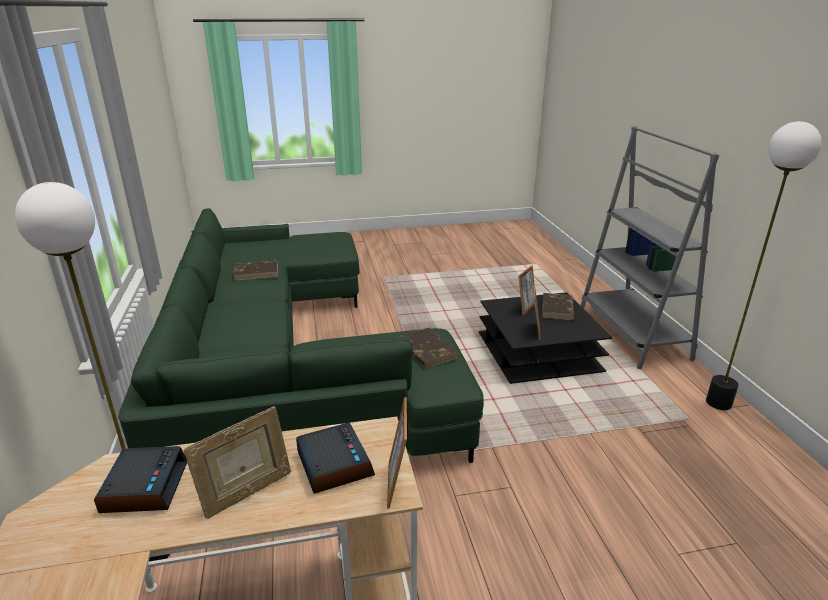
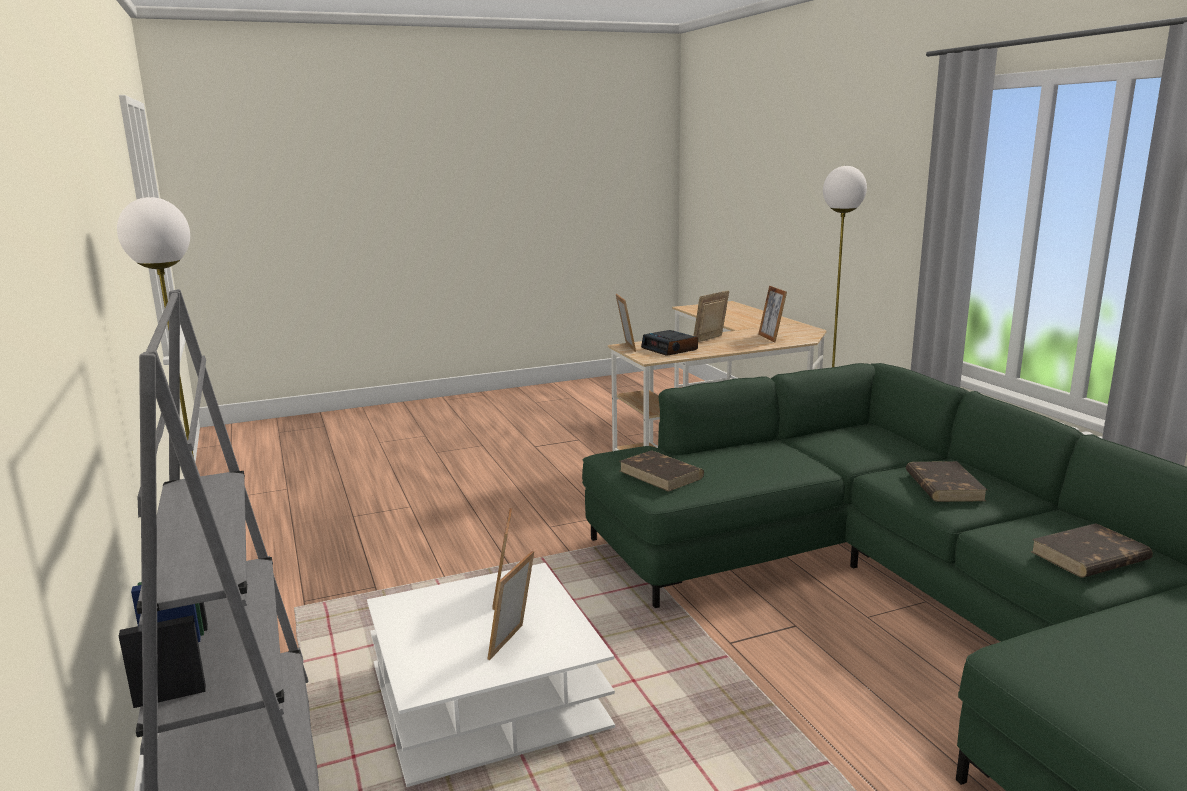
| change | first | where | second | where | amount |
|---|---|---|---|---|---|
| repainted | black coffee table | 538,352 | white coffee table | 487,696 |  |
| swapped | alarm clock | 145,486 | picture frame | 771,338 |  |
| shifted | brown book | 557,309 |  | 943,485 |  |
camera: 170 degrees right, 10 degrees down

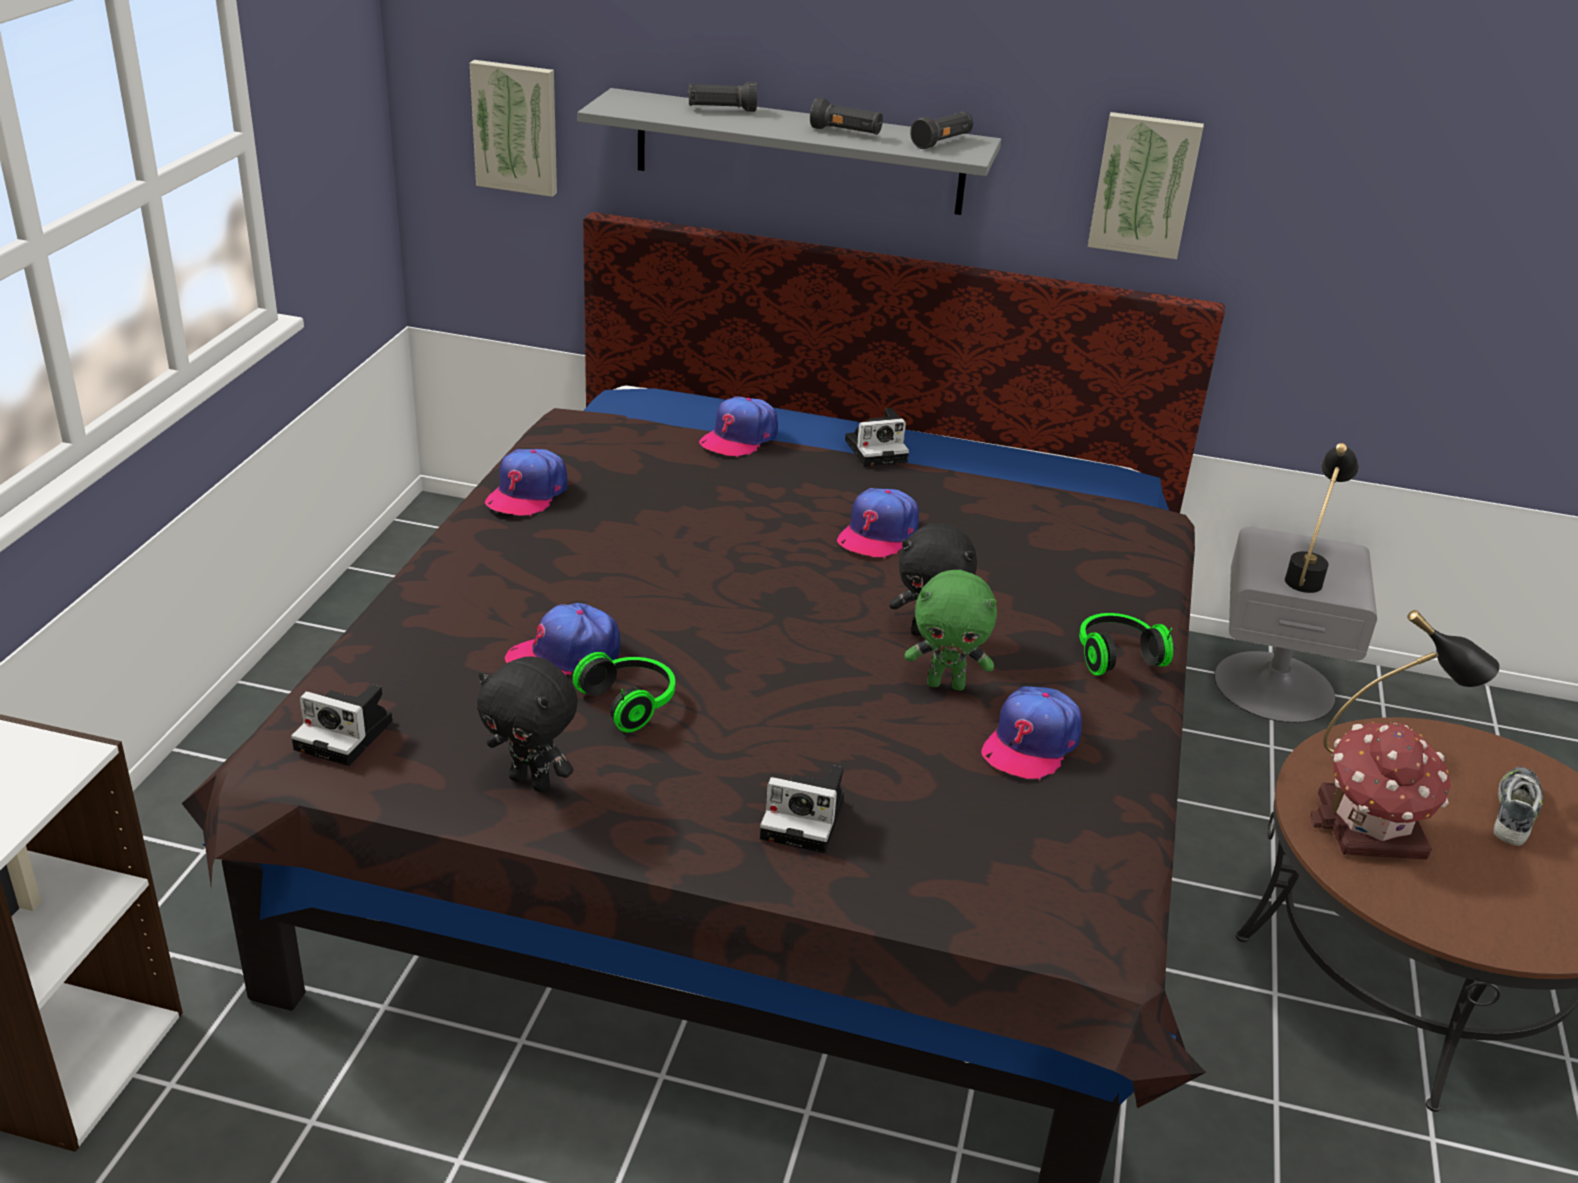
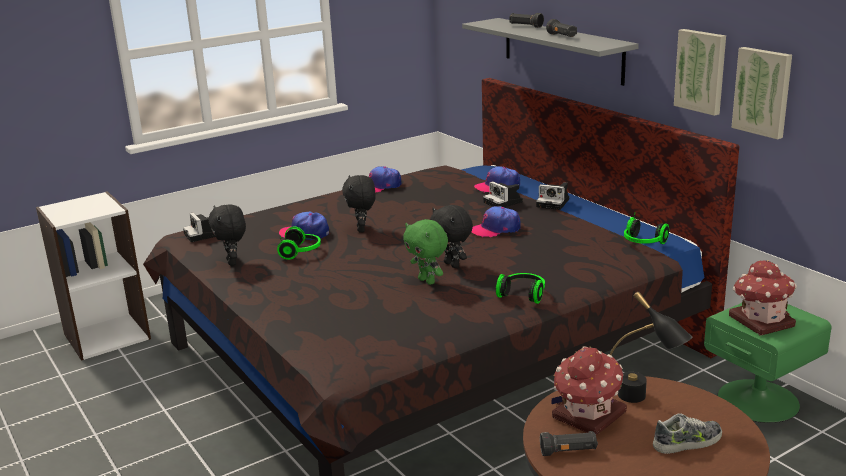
| change | first | where | second | where | amount |
|---|---|---|---|---|---|
| new |  |  | black plush toy | 362,229 |  |
| shifted | photo camera | 806,819 |  | 504,202 |  |
| shifted | black flashlight | 942,142 |  | 568,451 |  |
| new |  |  | headphones | 643,243 |  |
| repainted | grey nightstand | 1274,685 | green nightstand | 759,400 |  |
| swapped | black table lamp | 1307,574 | toy house | 760,321 |  |
| shifted | picture | 516,127 |  | 763,92 |  |
| gone | cap | 1030,744 |  |  |  |
camera: 45 degrees right, 10 degrees down

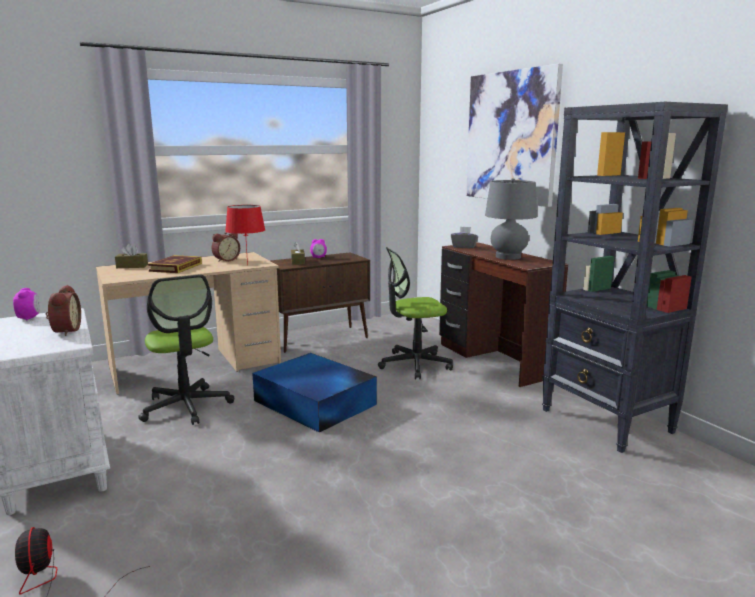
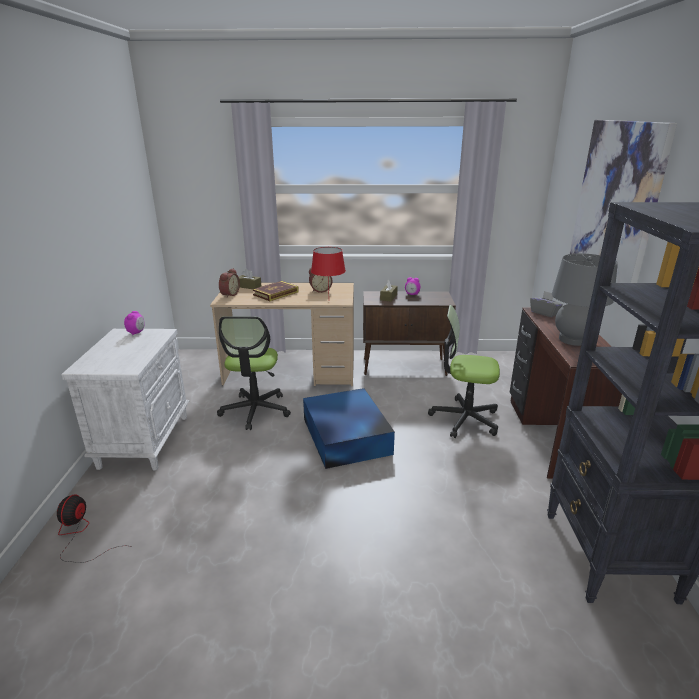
| change | first | where | second | where | amount |
|---|---|---|---|---|---|
| shifted | alarm clock | 65,331 |  | 229,294 |  |
camera: 30 degrees right, 10 degrees up

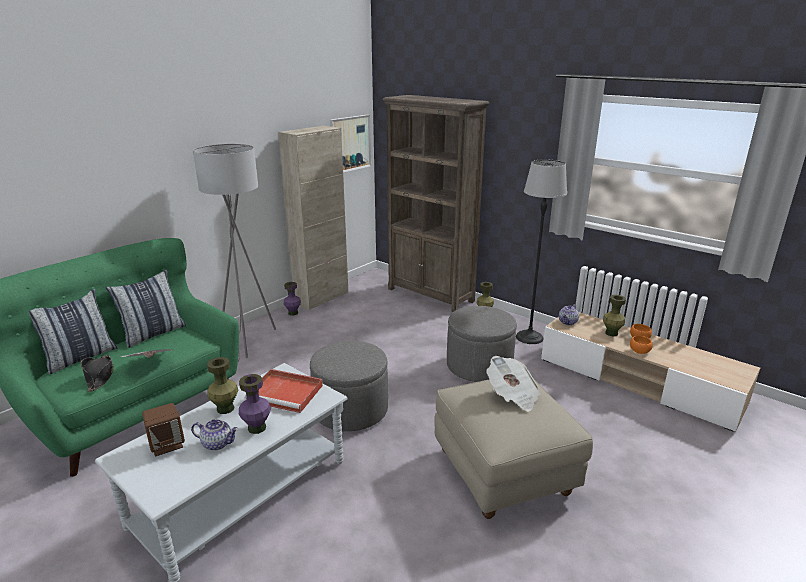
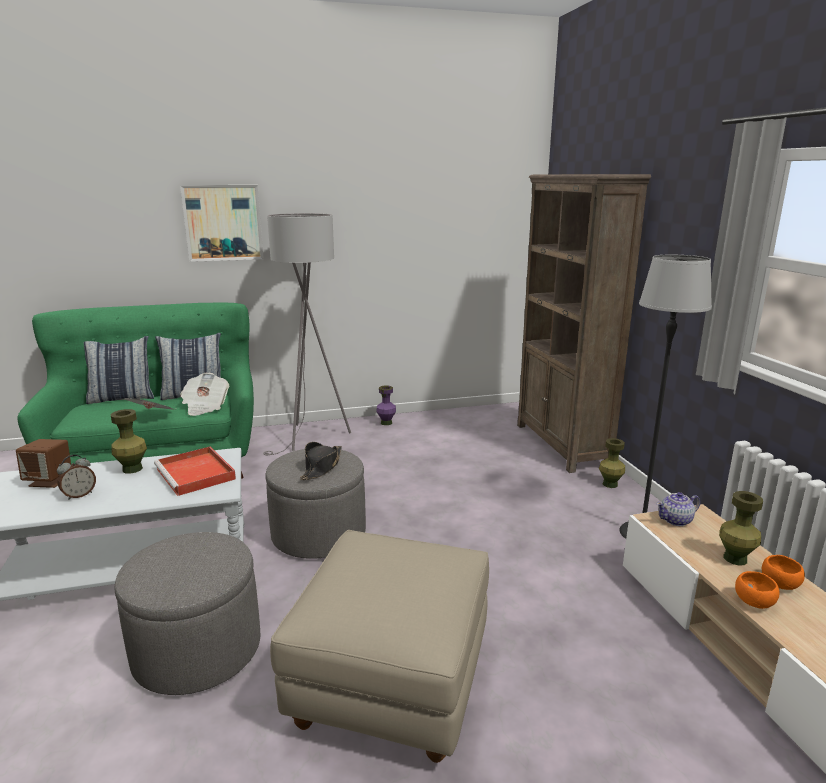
| change | first | where | second | where | amount |
|---|---|---|---|---|---|
| swapped | teapot | 218,443 | alarm clock | 79,495 |  |
| shifted | grey ottoman | 479,366 |  | 197,650 |  |
| shifted | picture | 350,143 |  | 223,223 |  |
| shifted | newspaper | 512,395 |  | 205,406 |  |
| shifted | black hat | 99,376 |  | 321,467 |  |
| gone | purple vase | 256,428 |  |  |  |
| gone | beige cabinet | 321,298 |  |  |  |
camera: 35 degrees right, 5 degrees down

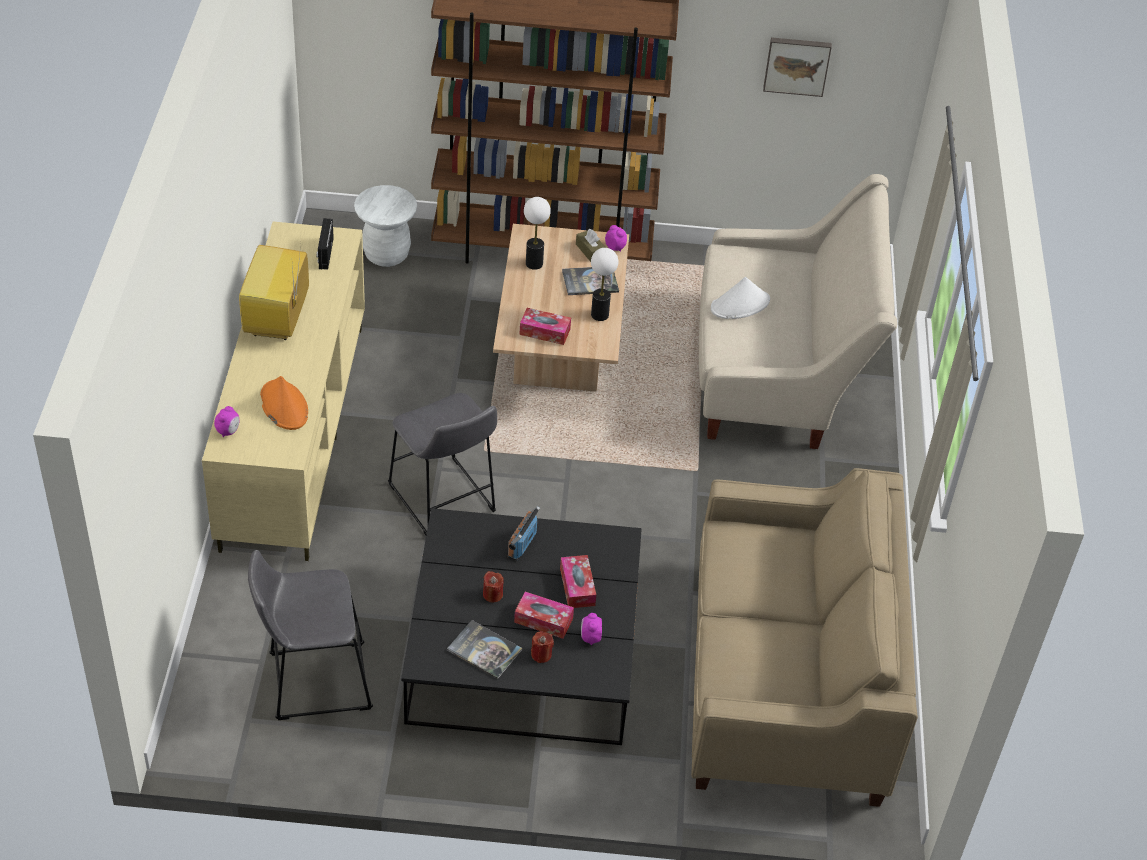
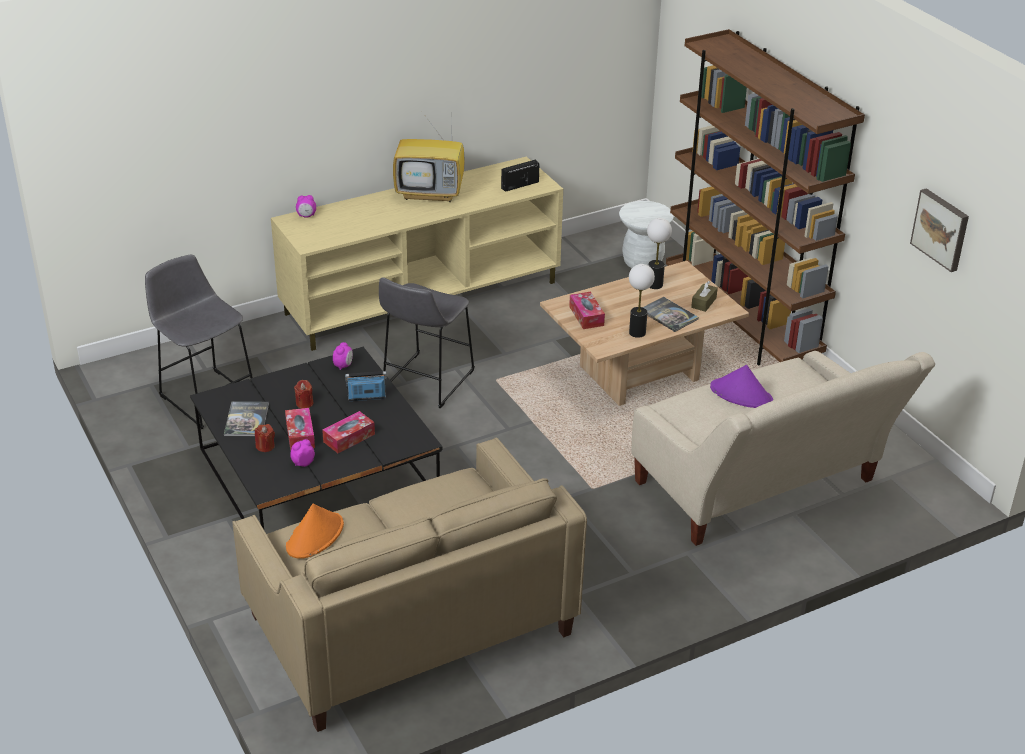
| change | first | where | second | where | amount |
|---|---|---|---|---|---|
| shifted | orange hat | 284,406 |  | 315,536 |  |
| shifted | alarm clock | 615,247 |  | 343,366 |  |
| rotated | television | 278,321 |  | 431,194 | 150 degrees counterclockwise |
| repainted | white hat | 740,305 | purple hat | 741,394 |  |
camera: 60 degrees right, 10 degrees down

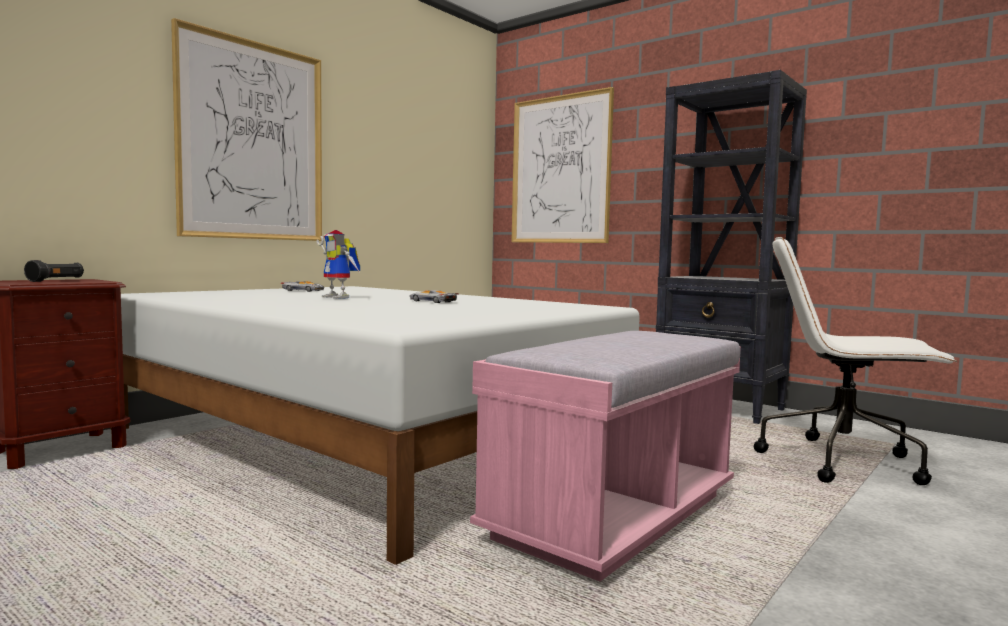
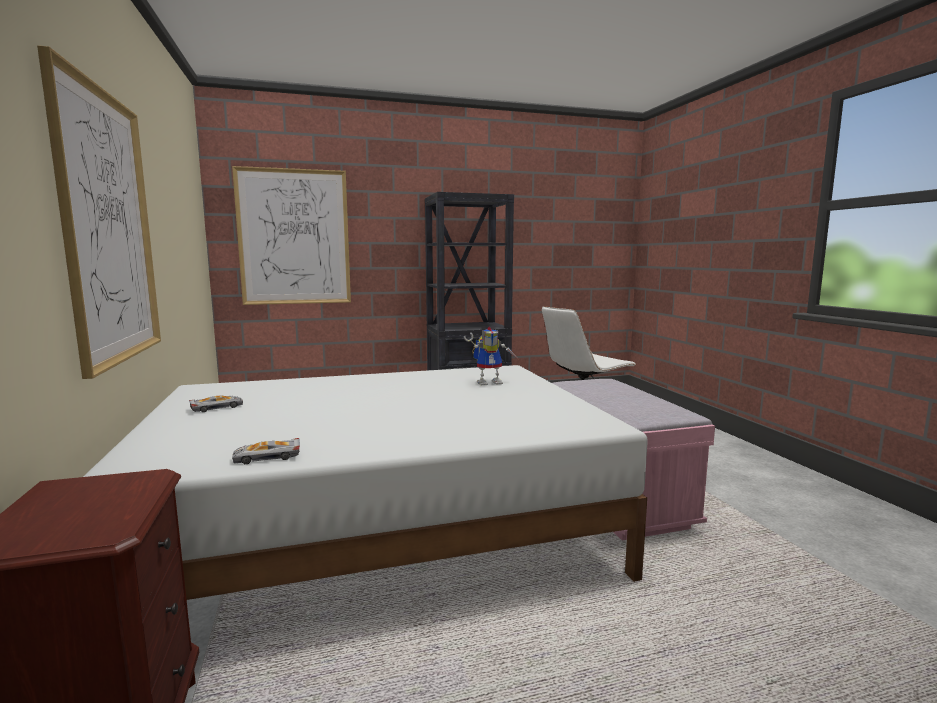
| change | first | where | second | where | amount |
|---|---|---|---|---|---|
| shifted | toy car | 432,301 |  | 267,457 |  |
| shifted | toy robot | 341,297 |  | 490,382 |  |
| gone | black flashlight | 56,281 |  |  |  |
camera: 55 degrees left, 5 degrees up

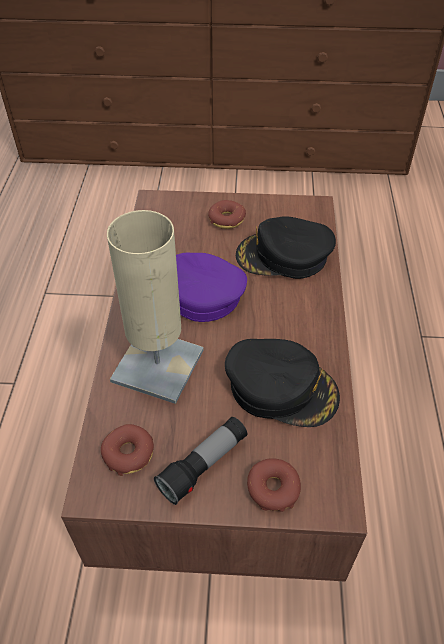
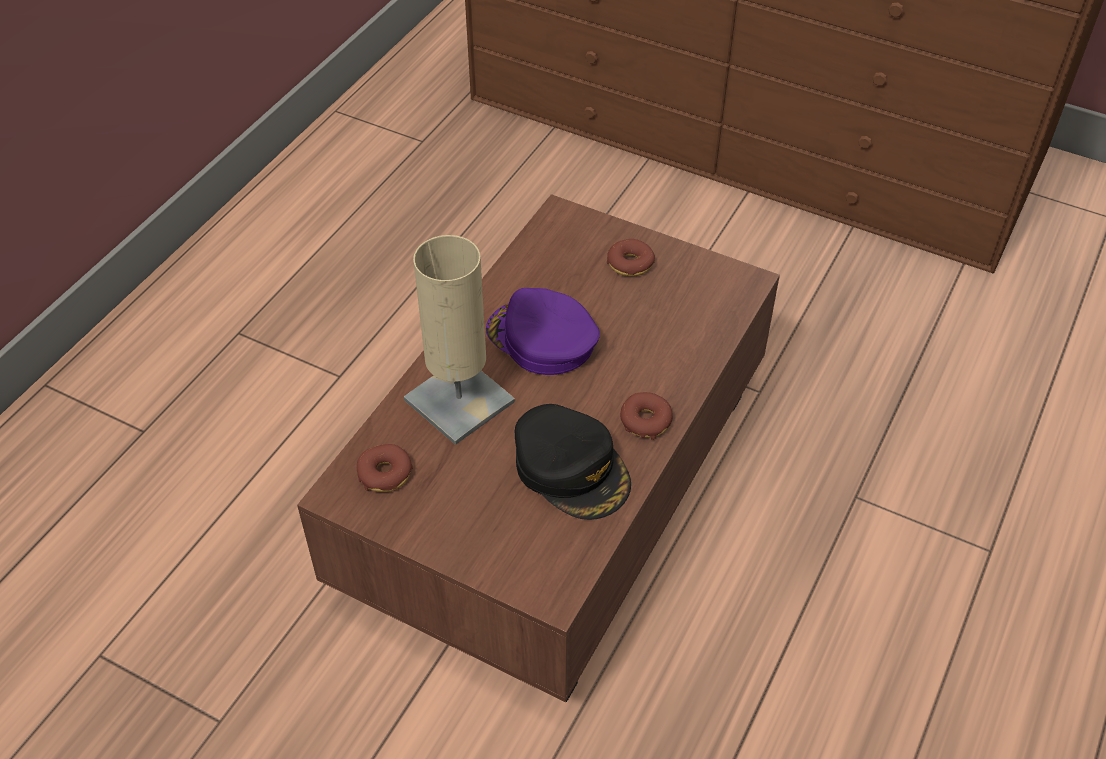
| change | first | where | second | where | amount |
|---|---|---|---|---|---|
| shifted | donut | 273,488 |  | 645,421 |  |
| gone | flashlight | 203,465 |  |  |  |
| gone | black cap | 284,256 |  |  |  |
camera: 25 degrees right, 0 degrees up

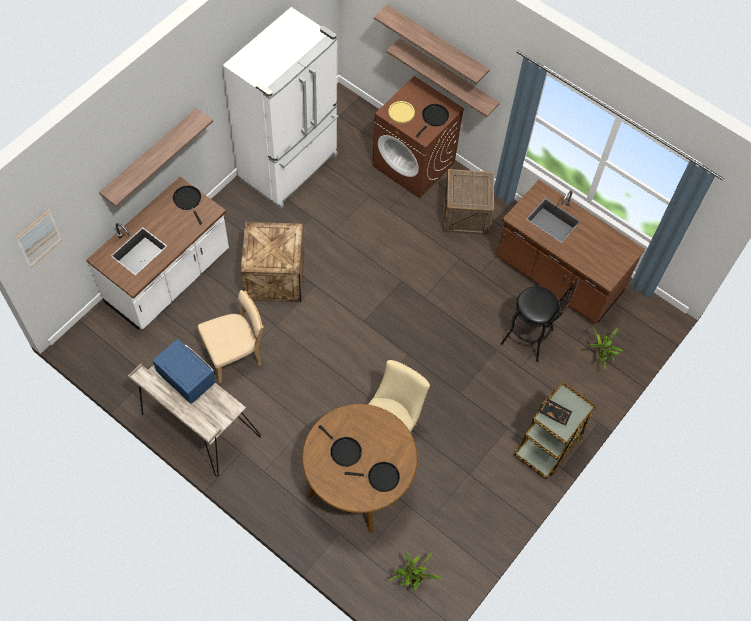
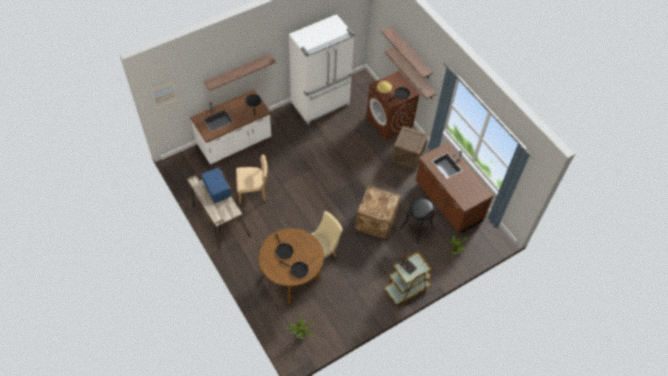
| change | first | where | second | where | amount |
|---|---|---|---|---|---|
| shifted | crate | 275,275 |  | 376,221 |  |
camera: 20 degrees right, 5 degrees down

